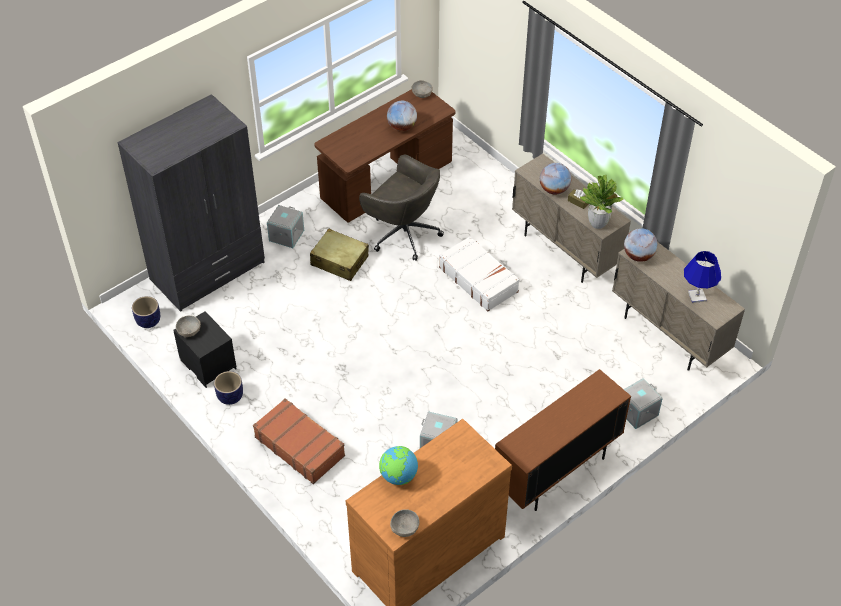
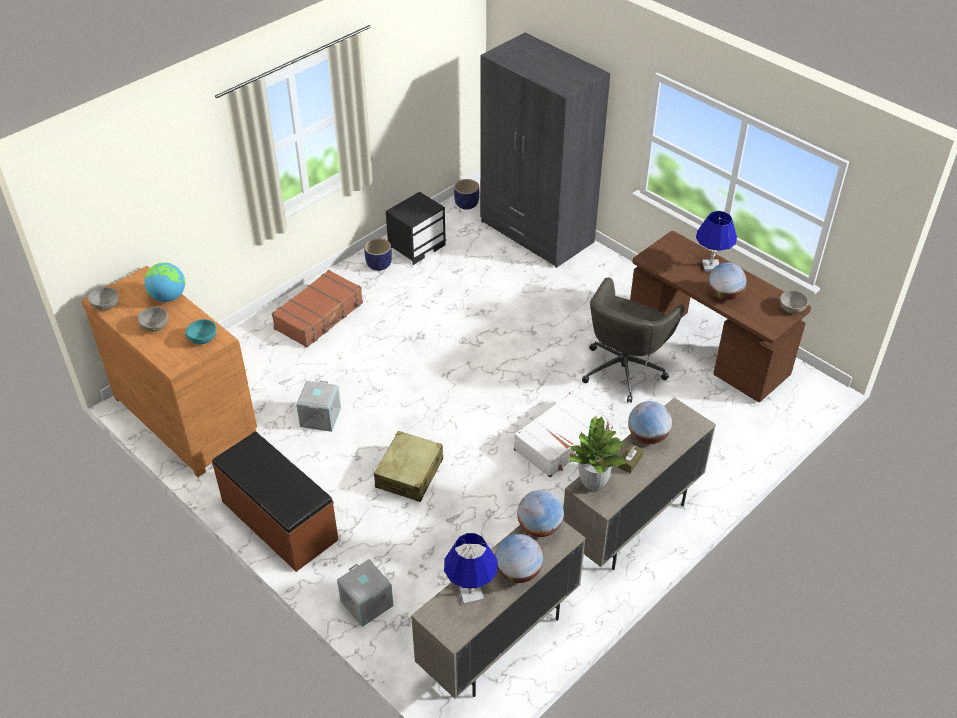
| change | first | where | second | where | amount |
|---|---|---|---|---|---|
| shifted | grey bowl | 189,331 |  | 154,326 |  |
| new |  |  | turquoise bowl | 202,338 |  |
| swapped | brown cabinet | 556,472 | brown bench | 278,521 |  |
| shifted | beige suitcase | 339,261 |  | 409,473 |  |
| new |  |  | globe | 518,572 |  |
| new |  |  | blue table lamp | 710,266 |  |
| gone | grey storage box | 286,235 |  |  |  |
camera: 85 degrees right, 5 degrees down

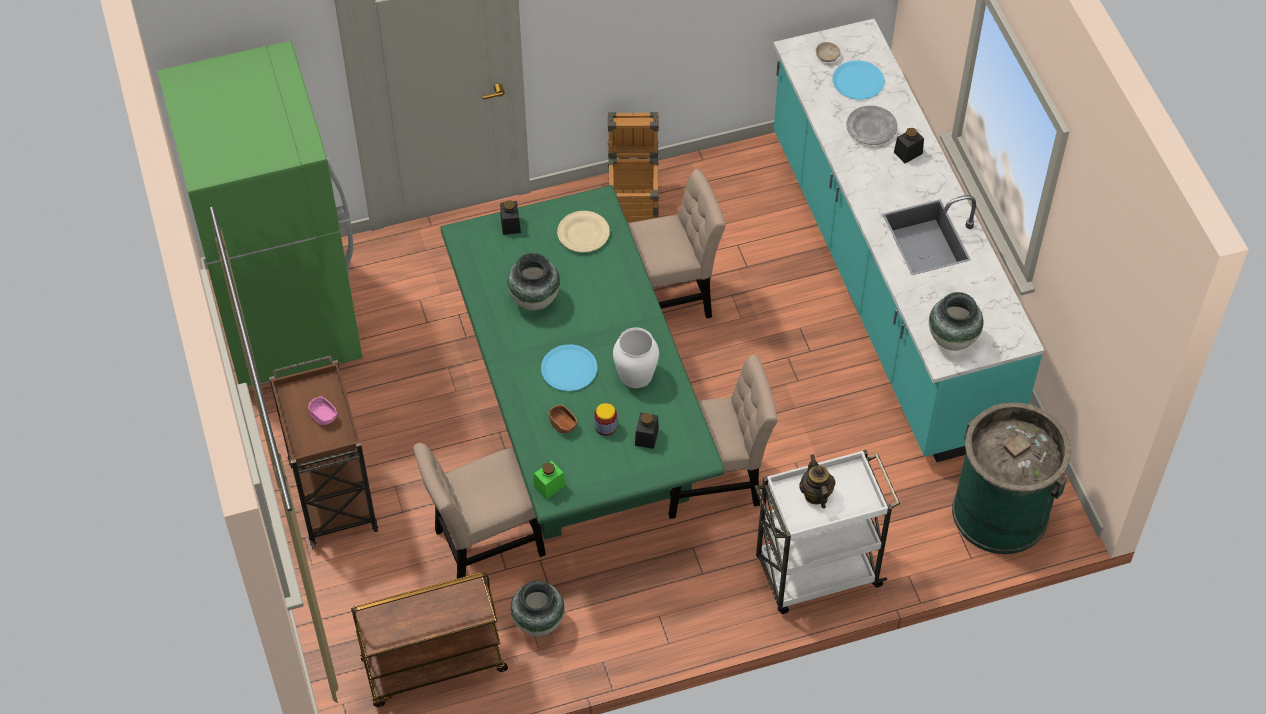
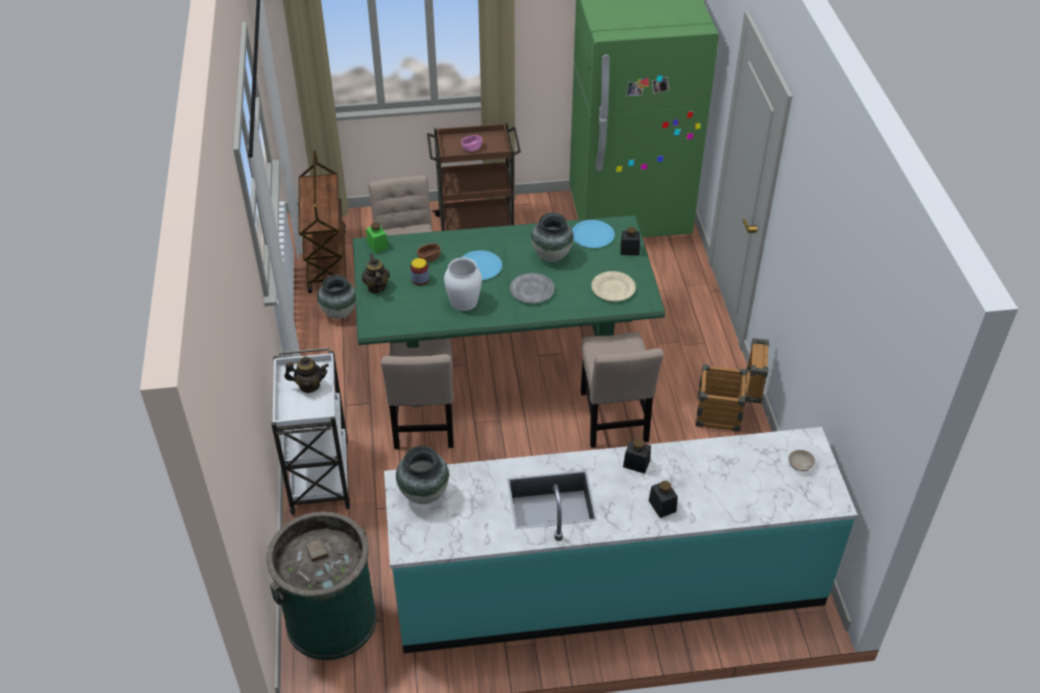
| change | first | where | second | where | amount |
|---|---|---|---|---|---|
| new |  |  | teapot | 376,287 |  |
| shifted | grey plate | 871,127 |  | 532,290 |  |
| shifted | blue plate | 858,81 |  | 592,235 |  |
| shifted | black jar | 646,437 |  | 636,463 |  |
camera: 100 degrees right, 10 degrees down

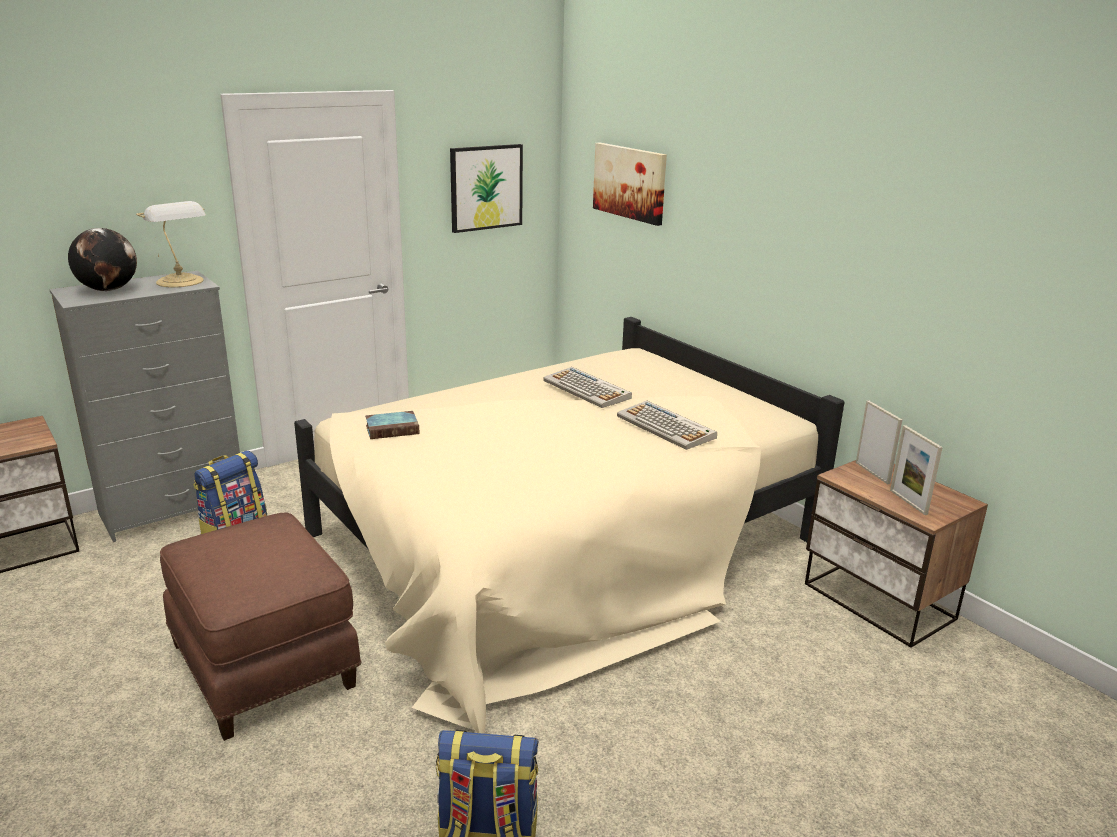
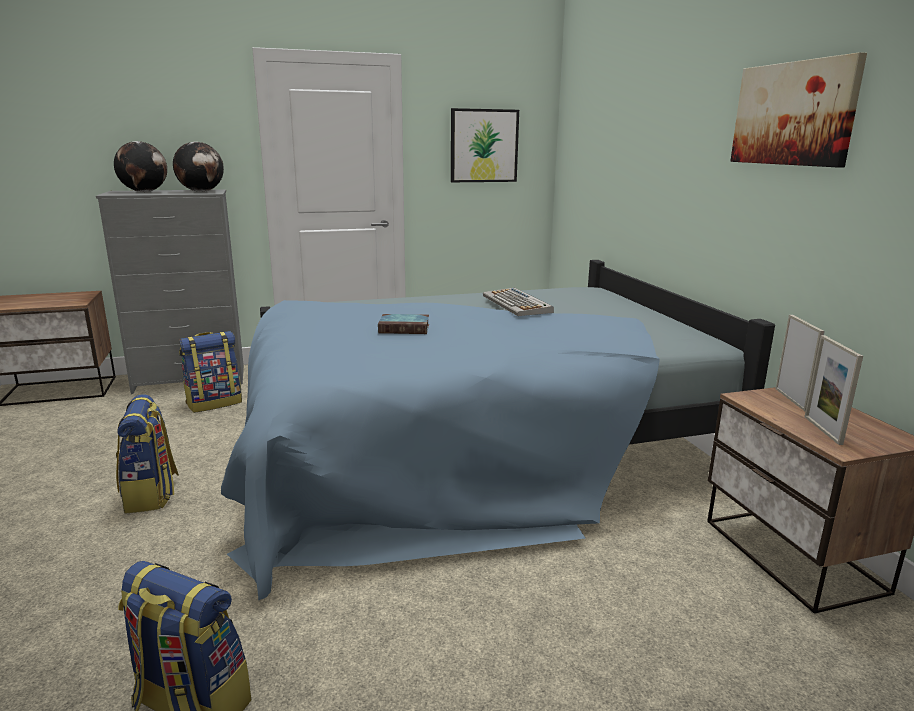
| change | first | where | second | where | amount |
|---|---|---|---|---|---|
| swapped | brown ottoman | 266,663 | backpack | 151,495 |  |
| swapped | table lamp | 181,282 | globe | 201,191 |  |
| repainted | beige bed | 562,547 | blue bed | 471,449 |  |
| shifted | book | 393,429 |  | 405,328 |  |
| shifted | picture | 630,182 |  | 793,114 |  |
| gone | keyboard | 667,427 |  |  |  |
camera: 20 degrees right, 5 degrees down

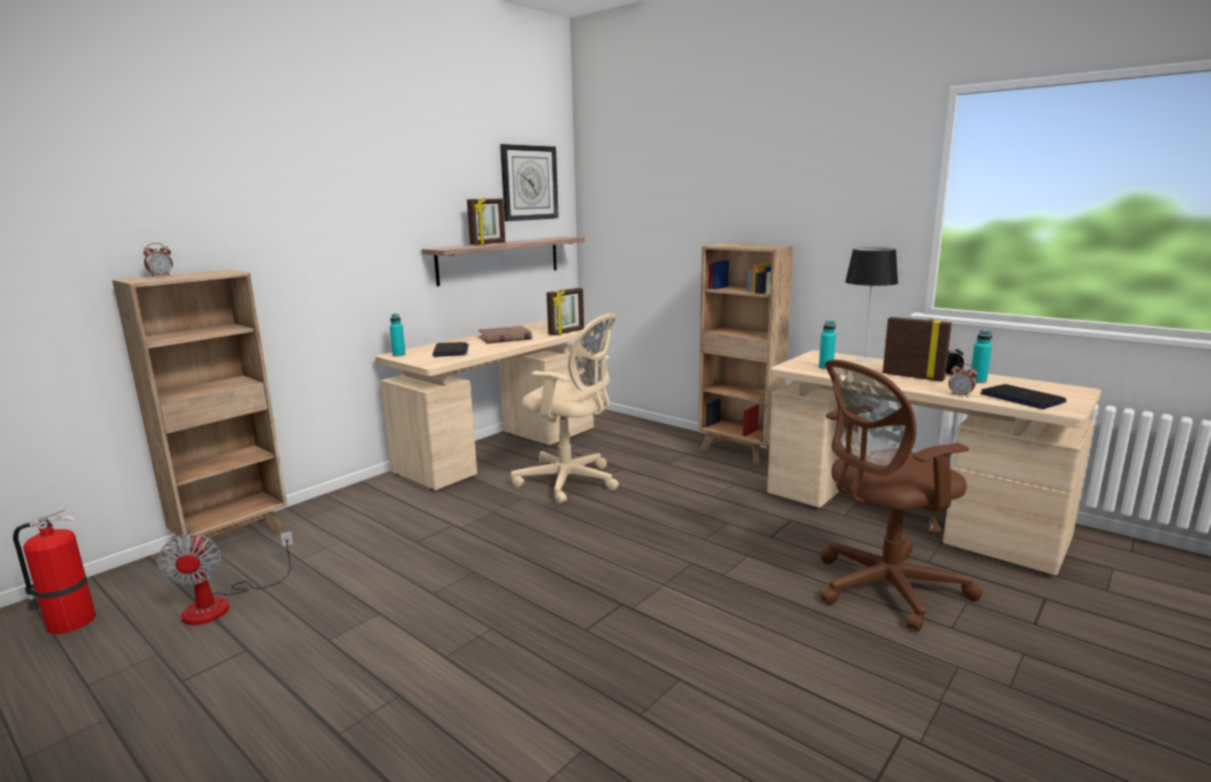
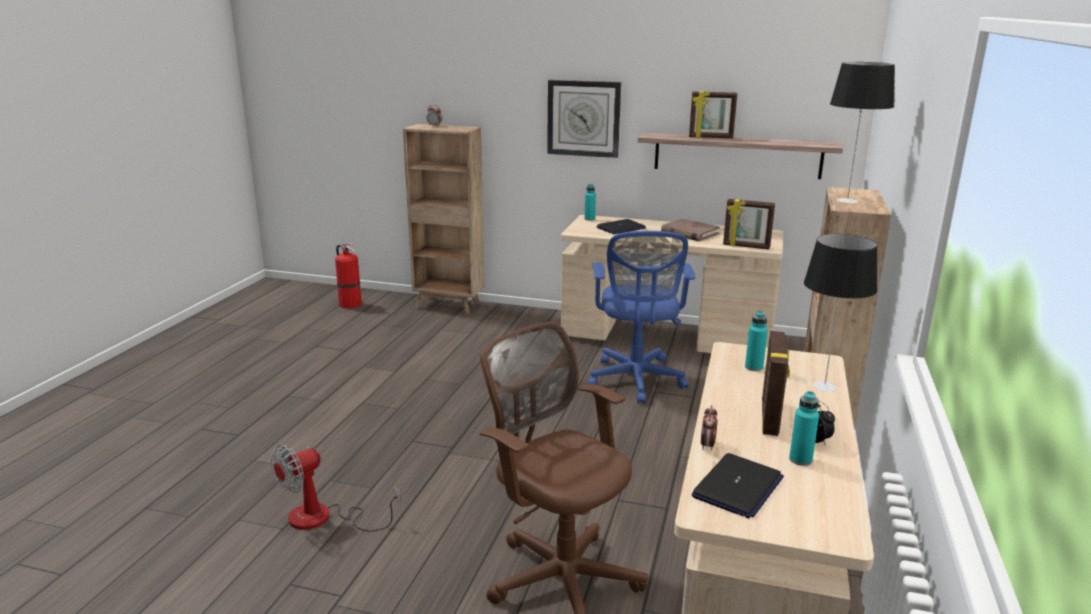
| change | first | where | second | where | amount |
|---|---|---|---|---|---|
| shifted | fan | 222,604 |  | 324,518 |  |
| shifted | wall clock | 529,183 |  | 583,118 |  |
| repainted | beige office chair | 570,482 | blue office chair | 636,381 |  |
| new |  |  | table lamp | 847,200 |  |
camera: 65 degrees right, 5 degrees up

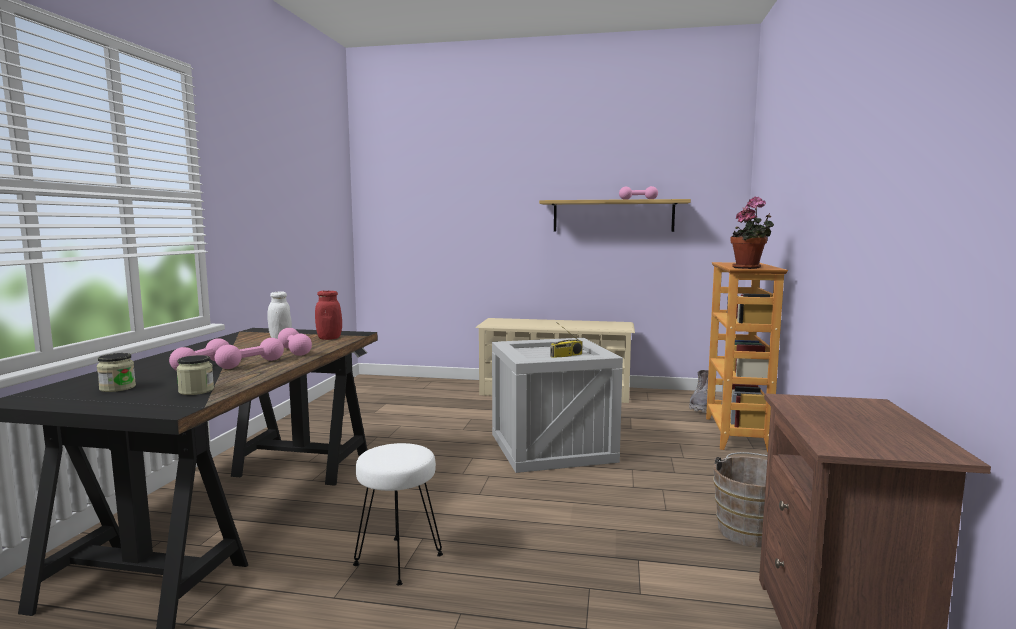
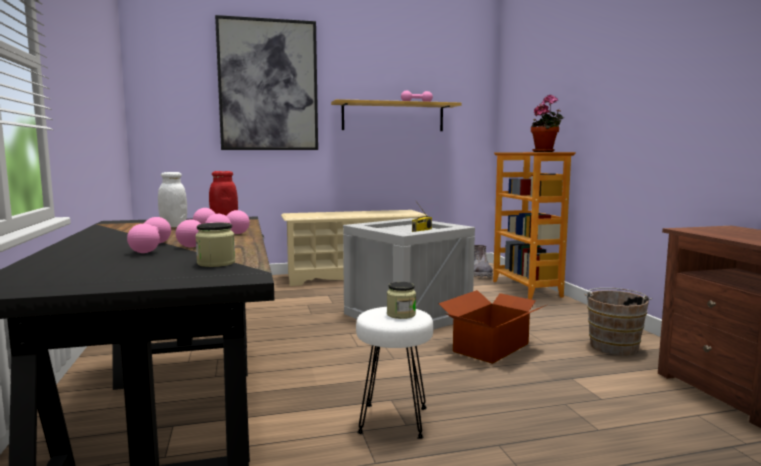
| change | first | where | second | where | amount |
|---|---|---|---|---|---|
| new |  |  | picture | 268,85 |  |
| shifted | jar | 117,388 |  | 401,314 |  |
| new |  |  | cardboard box | 492,347 |  |
camera: 25 degrees left, 0 degrees up

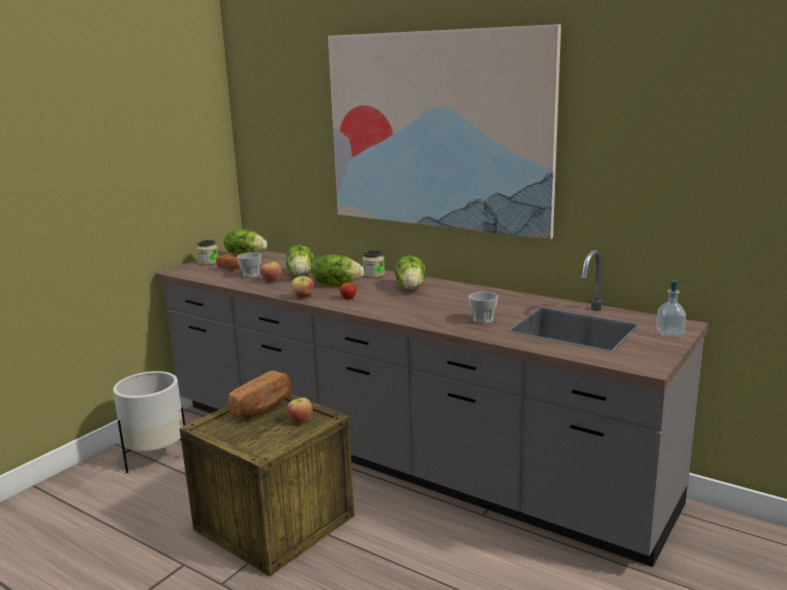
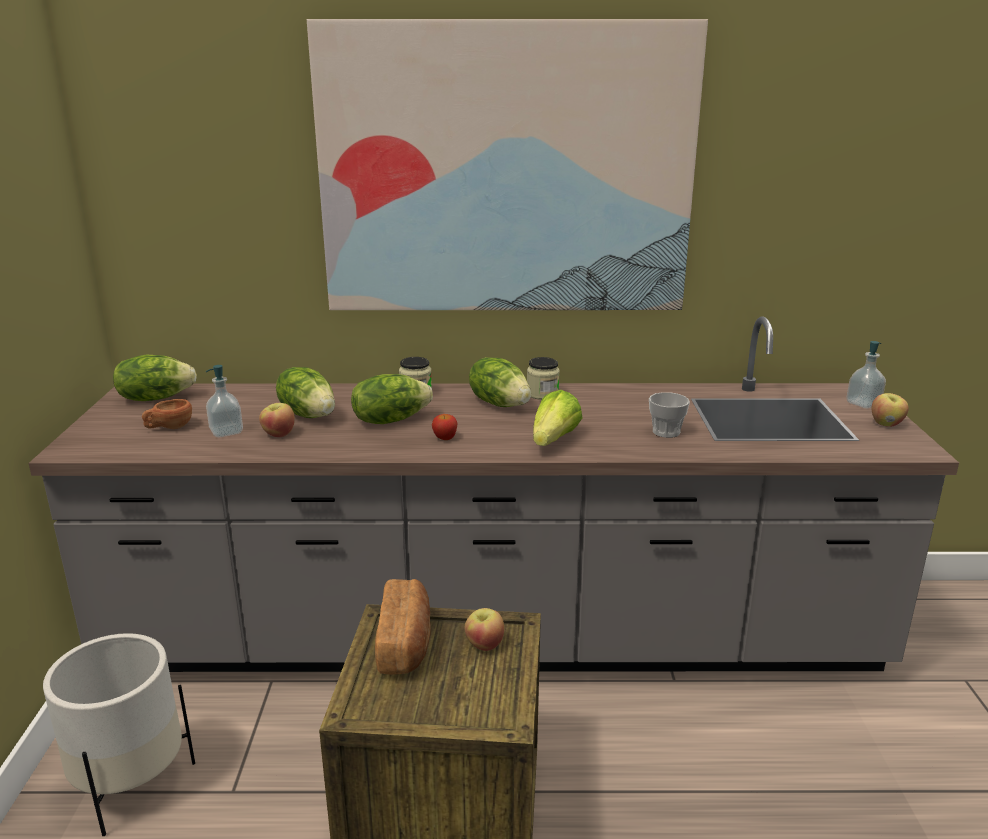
| change | first | where | second | where | amount |
|---|---|---|---|---|---|
| swapped | cup | 251,275 | soap dispenser | 226,432 |  |
| shifted | jar | 208,262 |  | 542,394 |  |
| new |  |  | lettuce | 554,440 |  |
| shifted | apple | 303,297 |  | 887,424 |  |
camera: 35 degrees left, 5 degrees up

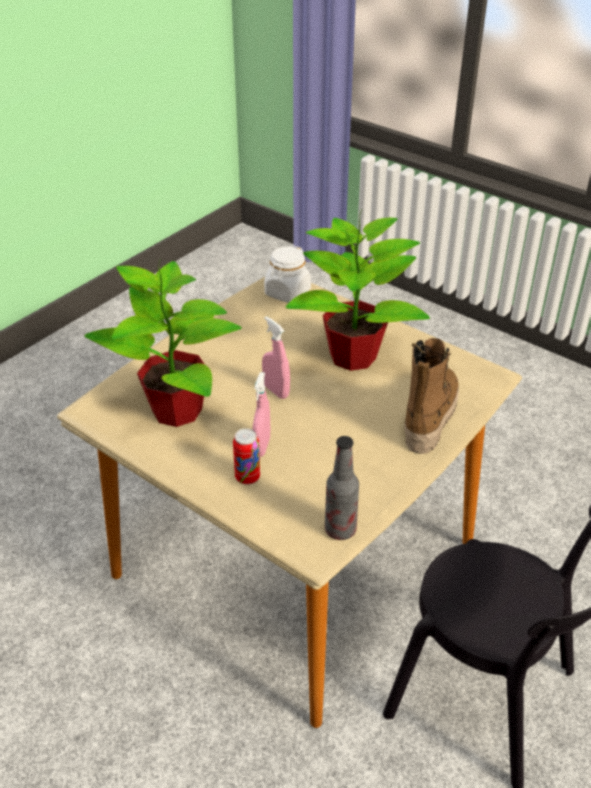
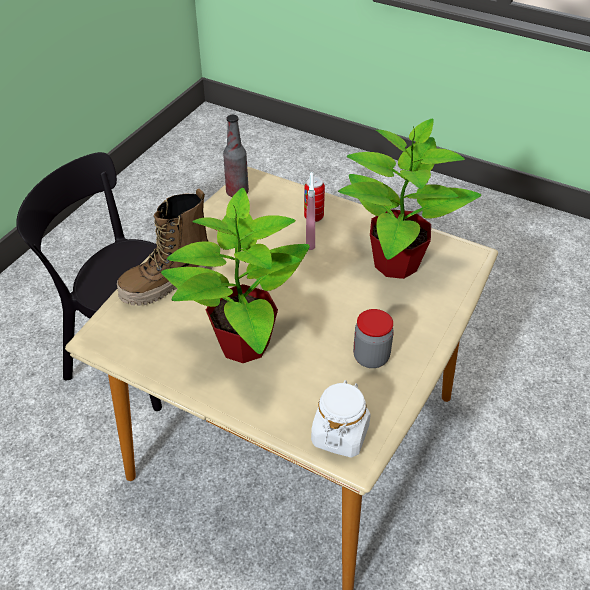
| change | first | where | second | where | amount |
|---|---|---|---|---|---|
| rotated | boot | 428,417 |  | 167,284 | 45 degrees clockwise |
| new |  |  | jar | 371,357 |  |
| gone | pink spray bottle | 276,391 |  |  |  |
camera: 170 degrees right, 5 degrees up

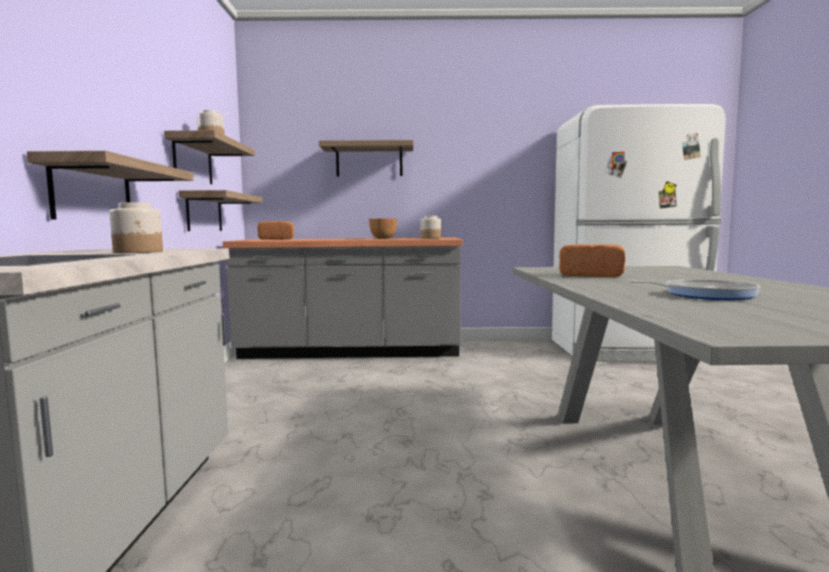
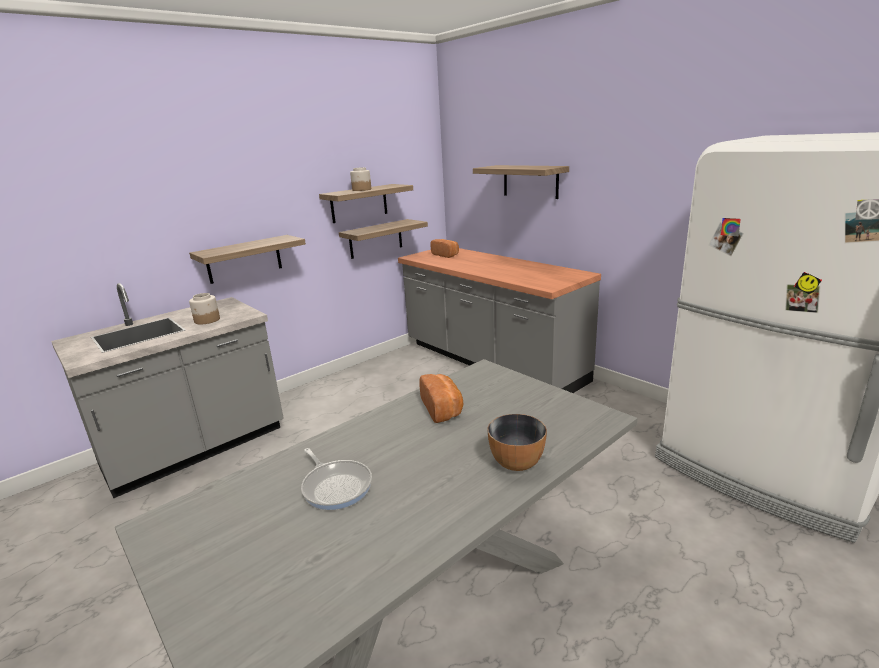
| change | first | where | second | where | amount |
|---|---|---|---|---|---|
| shifted | bowl | 383,238 |  | 516,463 |  |
| gone | jar | 430,238 |  |  |  |
camera: 50 degrees right, 15 degrees up

